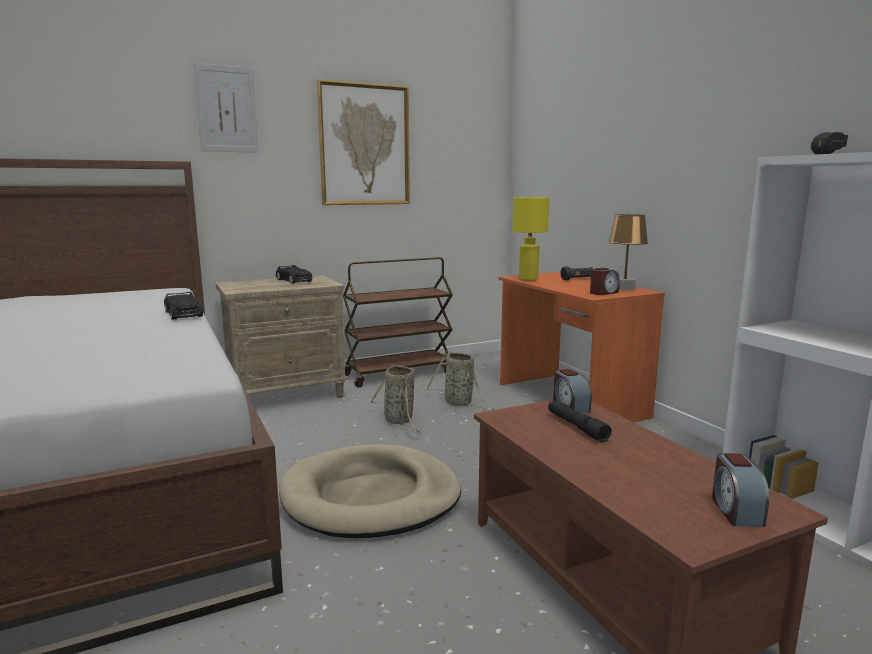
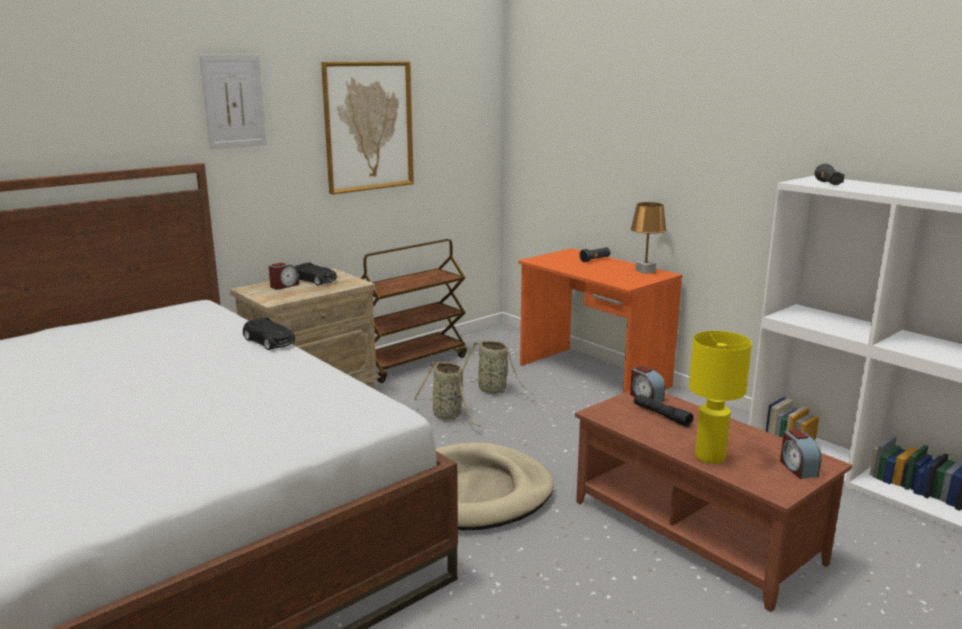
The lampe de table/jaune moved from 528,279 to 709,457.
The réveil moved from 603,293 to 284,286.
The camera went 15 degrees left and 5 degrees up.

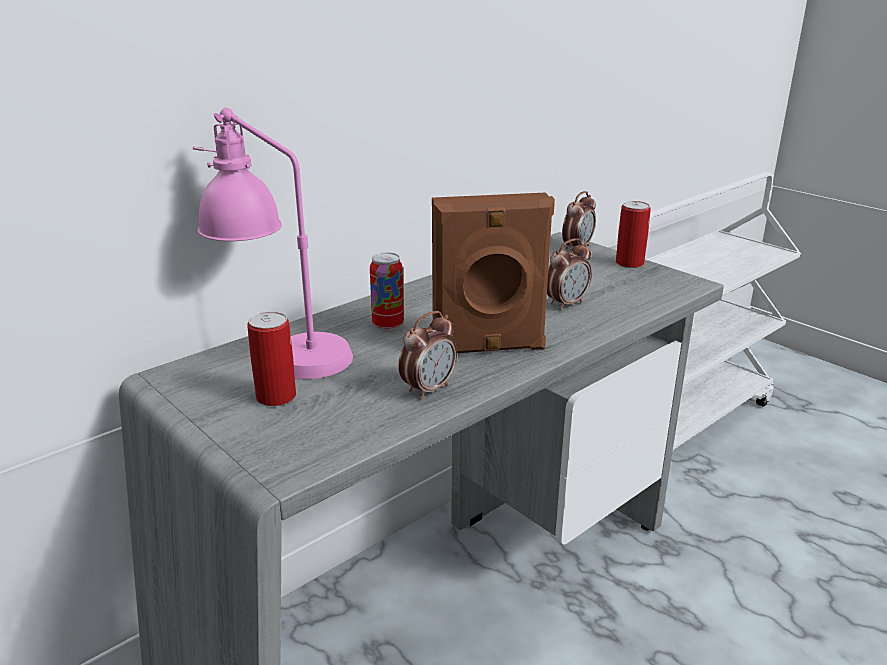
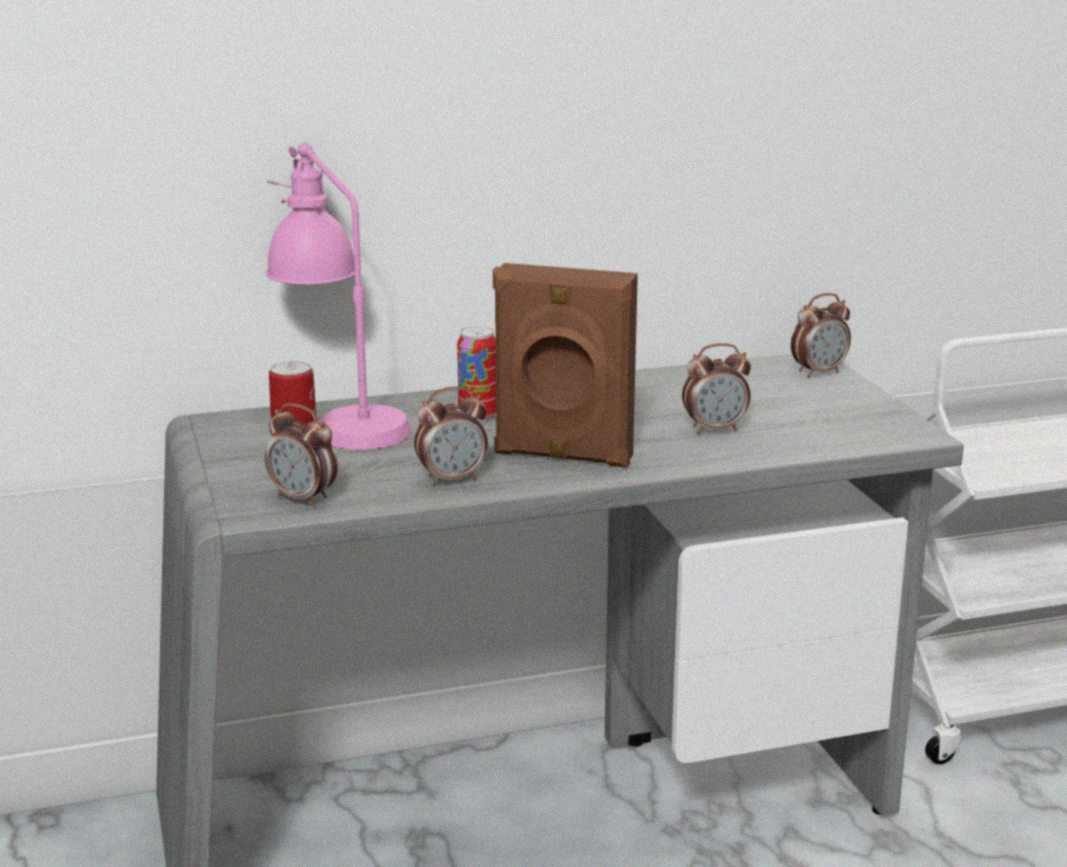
The boîte métallique at 629,263 disappeared.
The réveil at 303,499 appeared.
The camera went 25 degrees right and 5 degrees down.

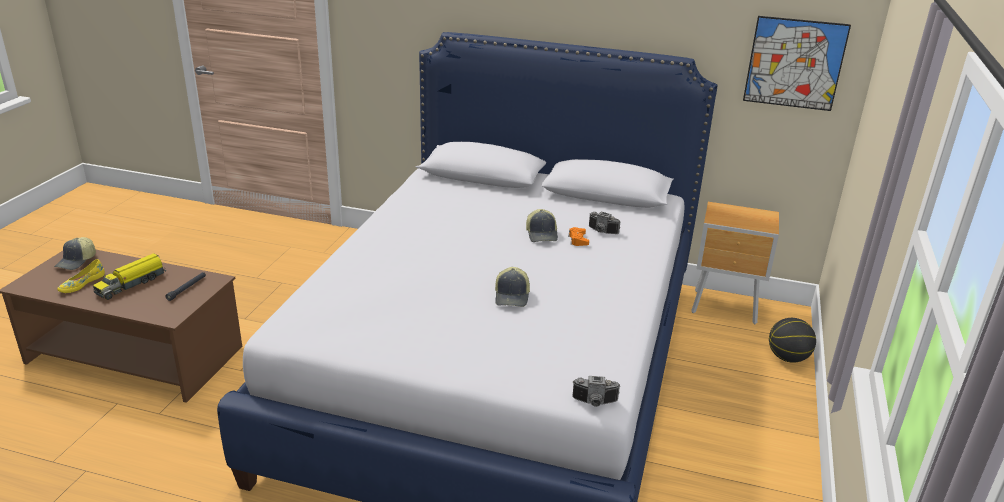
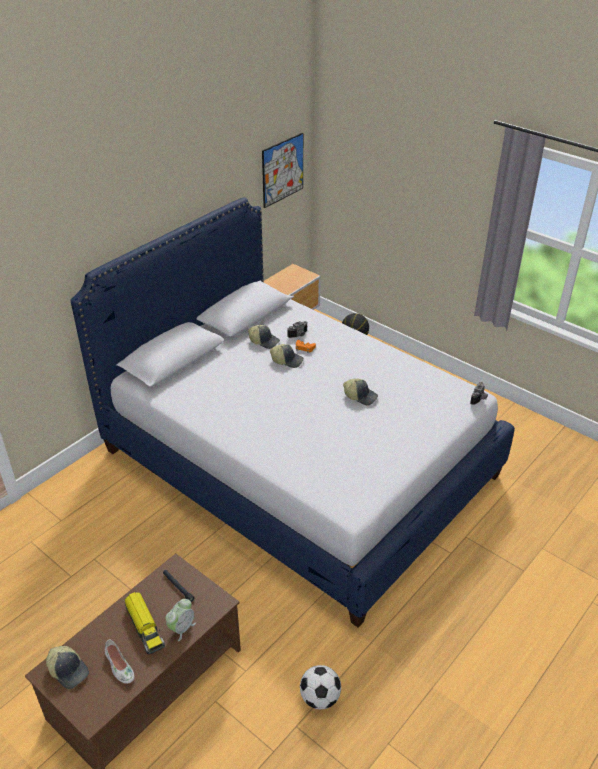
The chaussure/jaune at 81,283 became the chaussure/blanc at 119,666.
The réveil at 181,628 appeared.
The casquette at 264,341 appeared.
The ballon de foot at 319,698 appeared.
The camera went 65 degrees left and 10 degrees up.

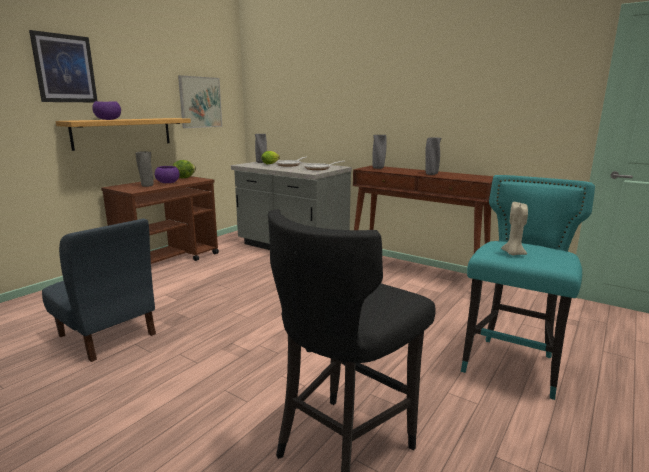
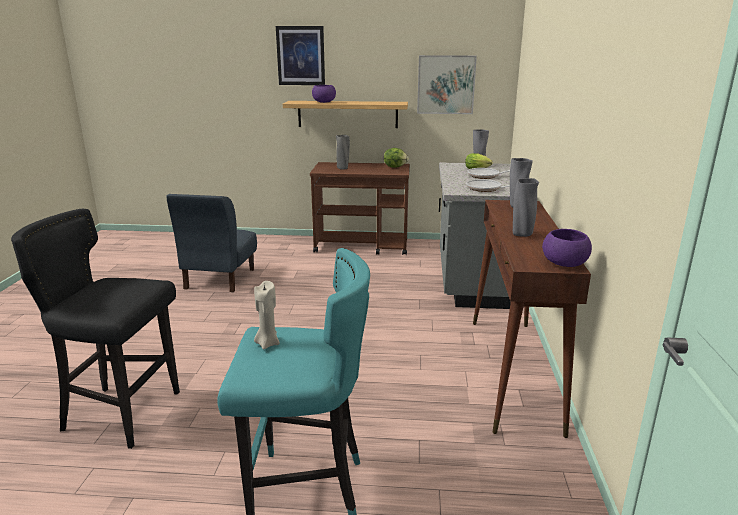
The bol/violet moved from 168,183 to 564,264.
The camera went 60 degrees right and 5 degrees up.

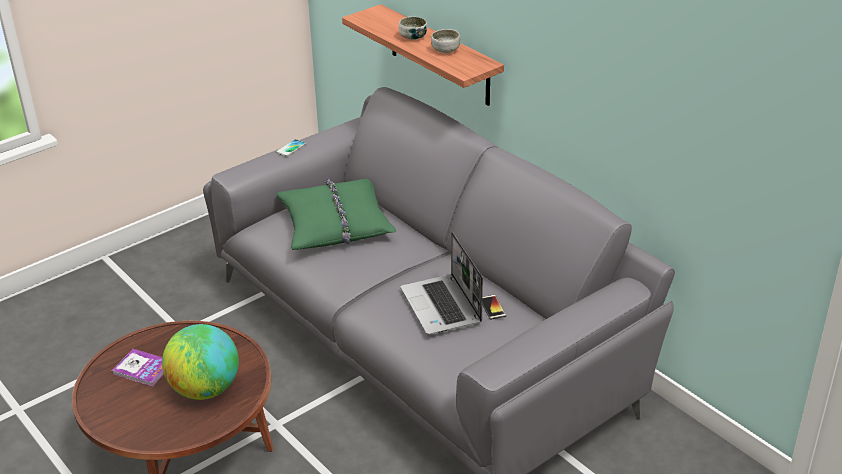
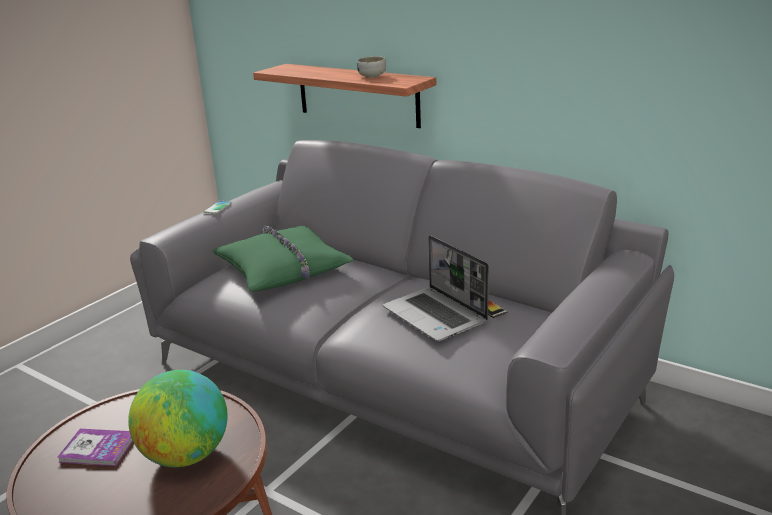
The bol at 413,37 disappeared.
The camera went 15 degrees left and 10 degrees down.

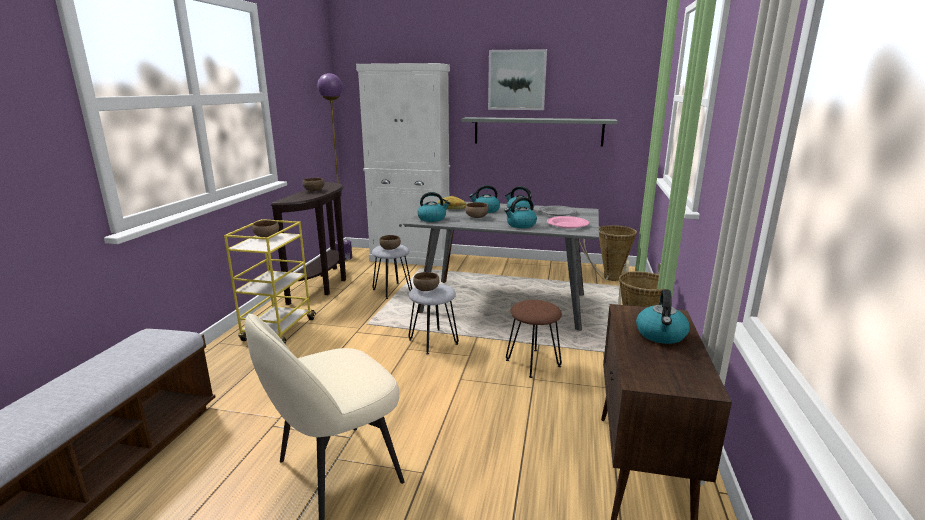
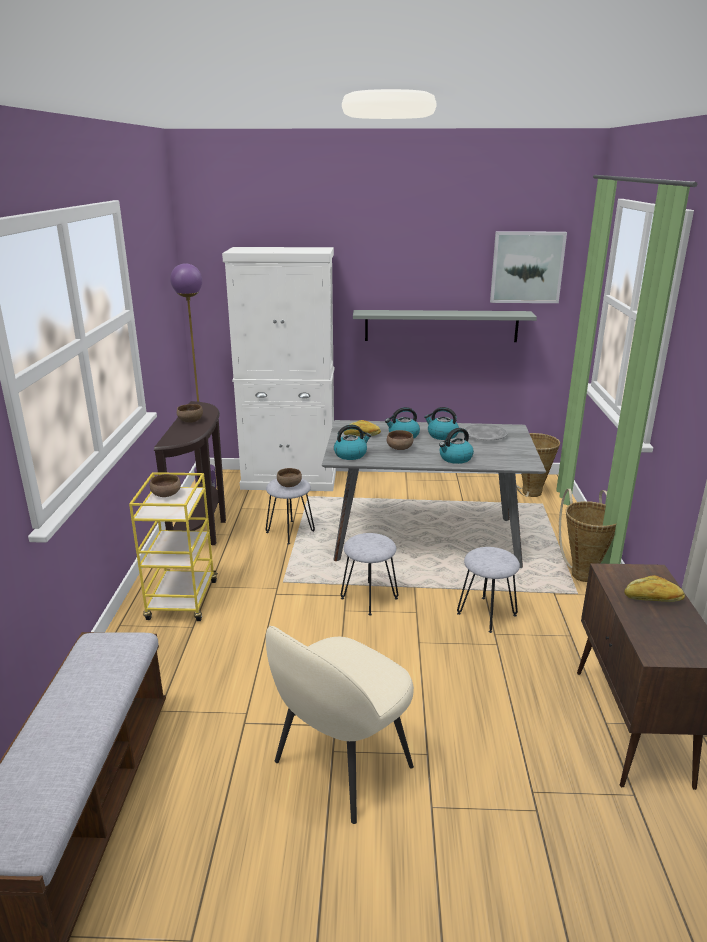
The bol/marron at 426,289 disappeared.
The tableau moved from 517,80 to 527,267.
The tabouret/marron at 532,363 became the tabouret/gris at 486,614.
The assiette/rose at 568,225 disappeared.
The bouilloire at 661,335 was replaced by the pain at 653,599.
The camera went 10 degrees left and 5 degrees up.

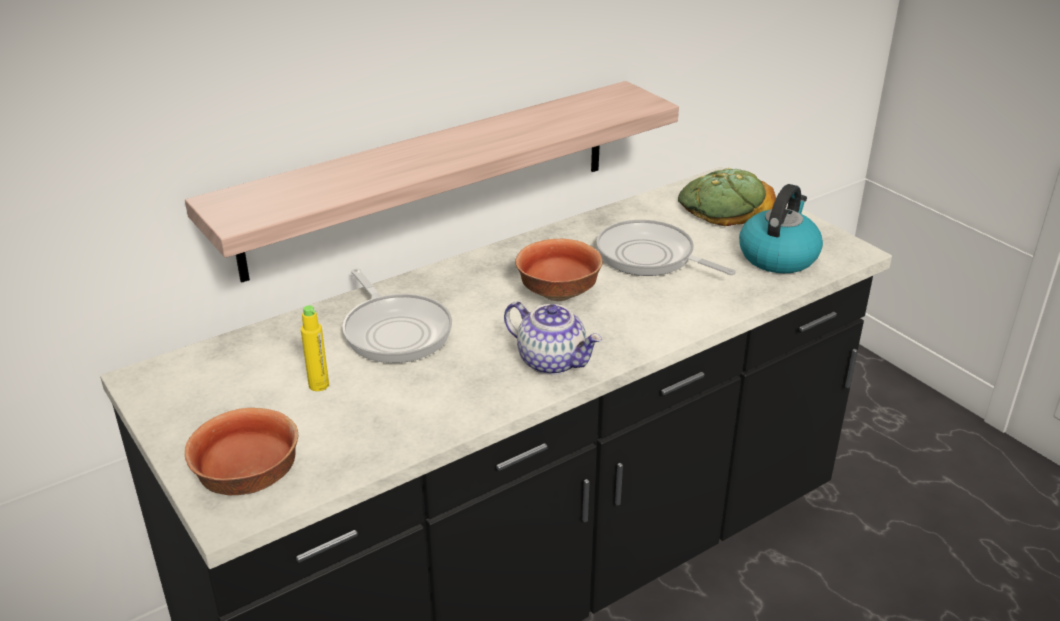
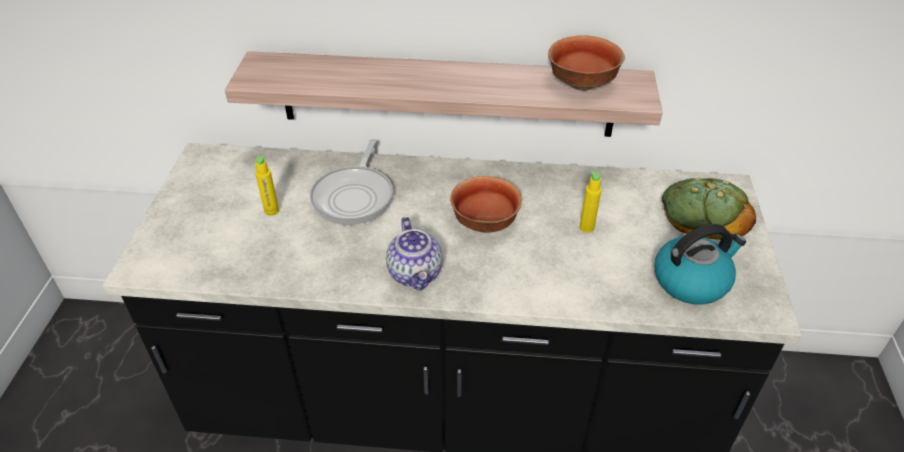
The bol moved from 249,482 to 581,84.
The poêle at 650,257 was replaced by the bouteille/jaune at 586,227.
The camera went 40 degrees right and 10 degrees up.

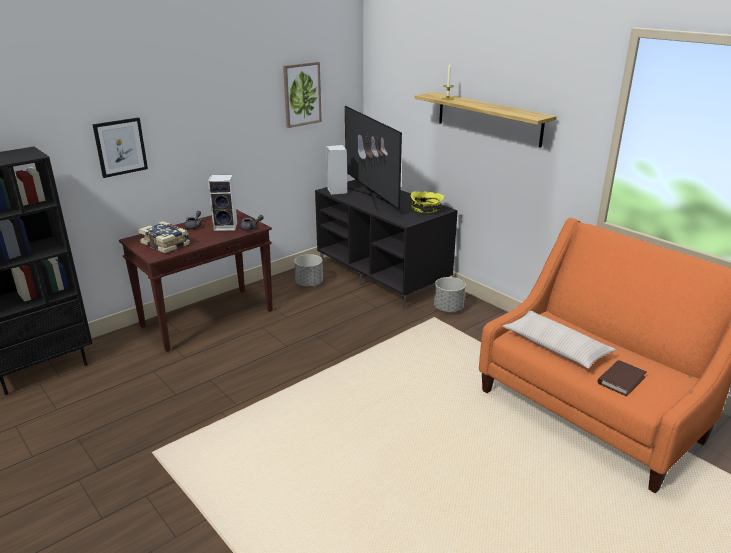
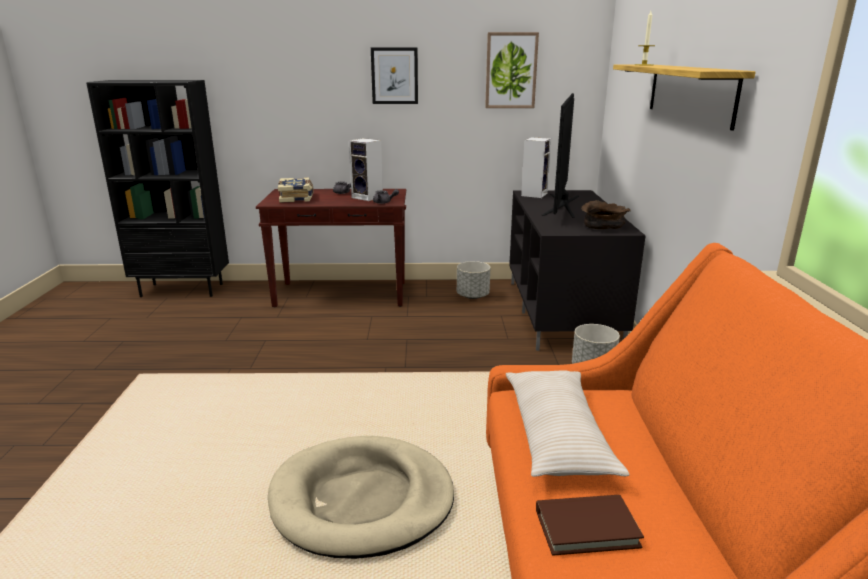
The tableau moved from 120,147 to 394,76.
The bol/jaune at 426,210 became the bol/marron at 603,227.
The panier pour chien/beige at 362,500 appeared.
The camera went 40 degrees right and 5 degrees down.

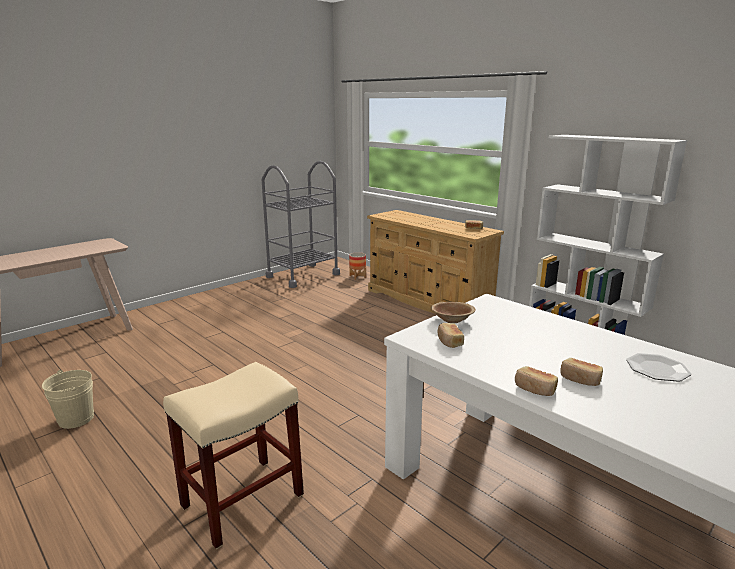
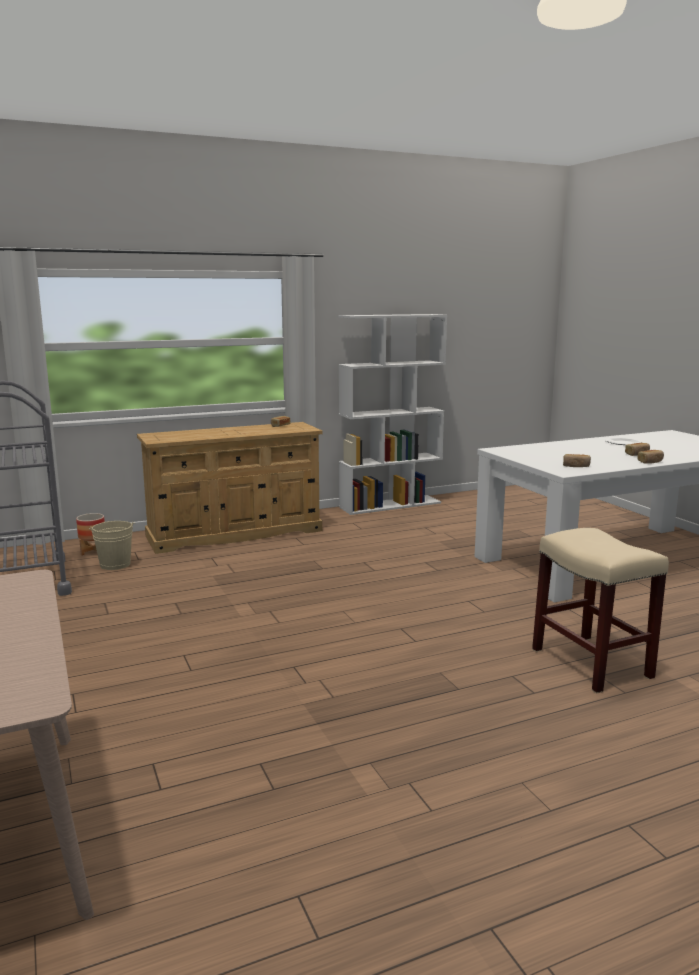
The seau/beige moved from 76,419 to 115,564.
The bol/marron at 452,320 disappeared.
The camera went 70 degrees left and 5 degrees down.

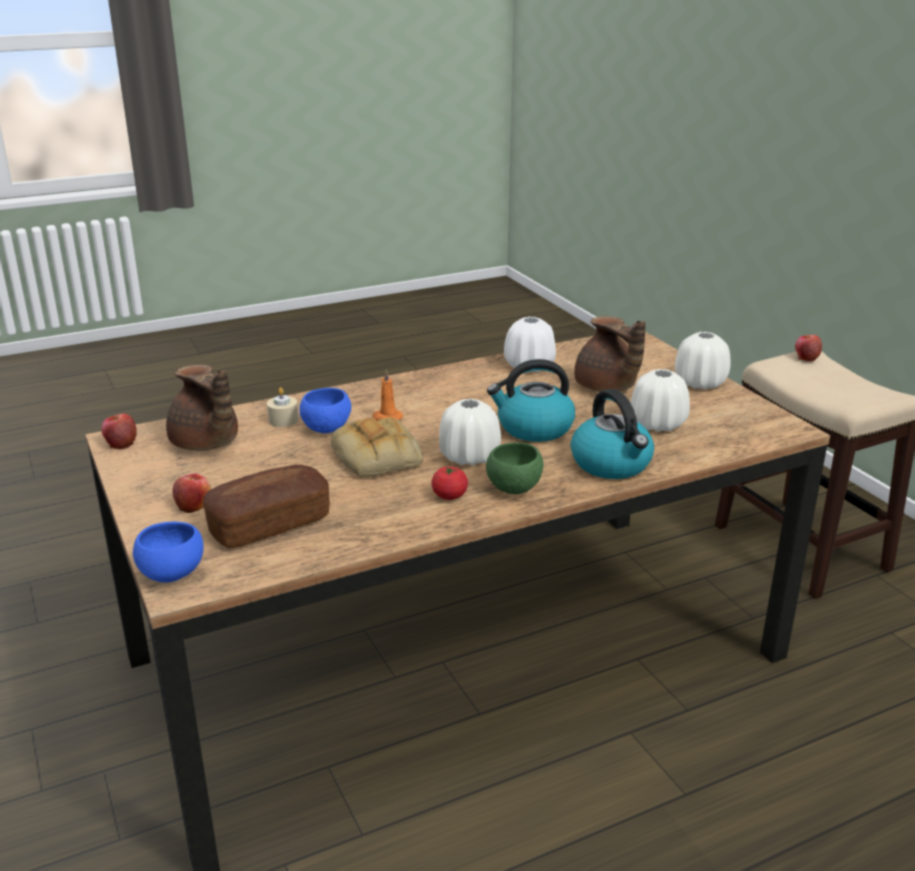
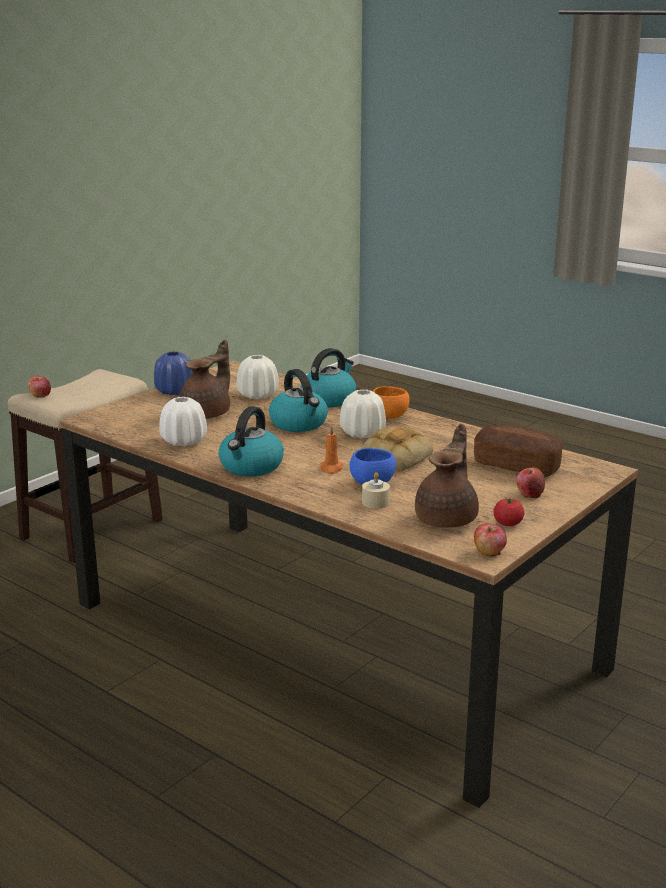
The bol/bleu at 172,574 disappeared.
The tomate moved from 449,496 to 508,523.
The bol/vert at 513,488 became the bol/orange at 389,416.
The vase/blanc at 700,383 became the vase/bleu at 175,391.
The bouilloire at 251,467 appeared.
The camera went 115 degrees left and 5 degrees down.

